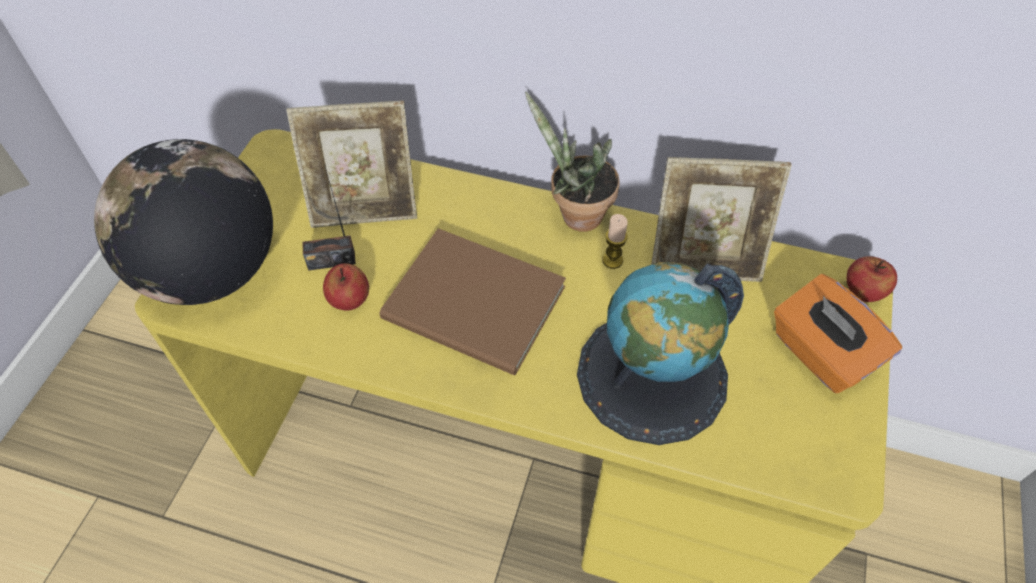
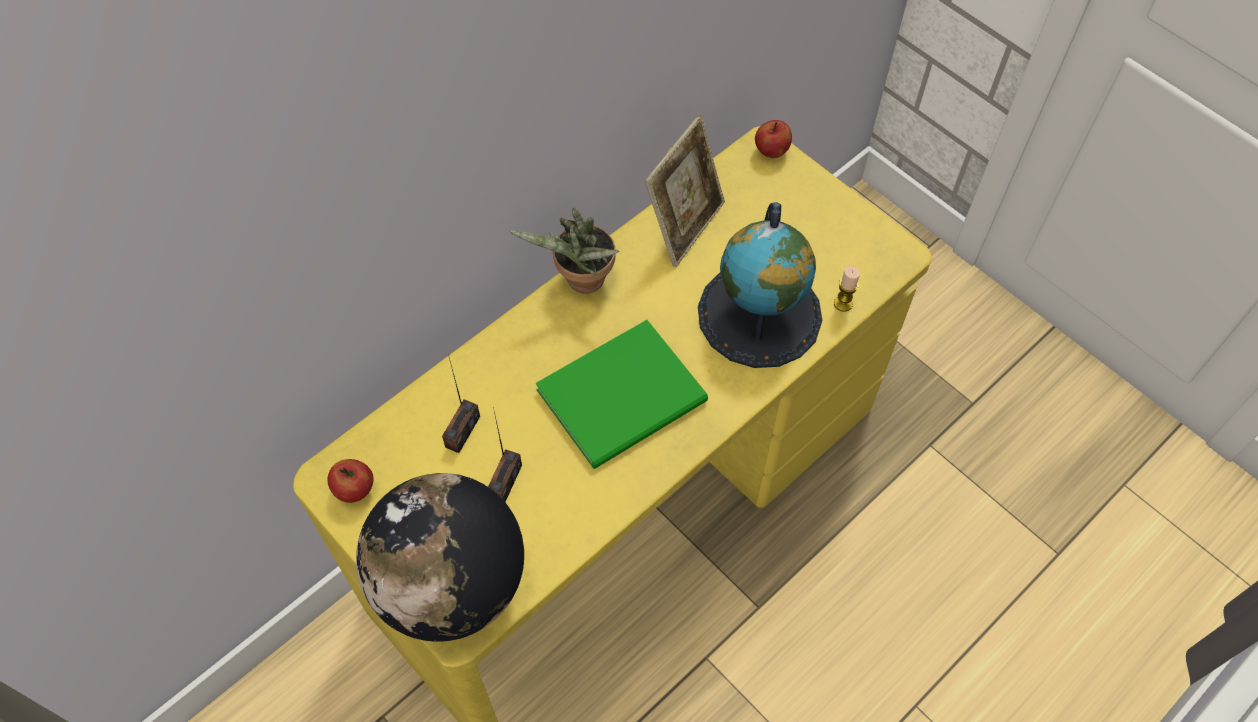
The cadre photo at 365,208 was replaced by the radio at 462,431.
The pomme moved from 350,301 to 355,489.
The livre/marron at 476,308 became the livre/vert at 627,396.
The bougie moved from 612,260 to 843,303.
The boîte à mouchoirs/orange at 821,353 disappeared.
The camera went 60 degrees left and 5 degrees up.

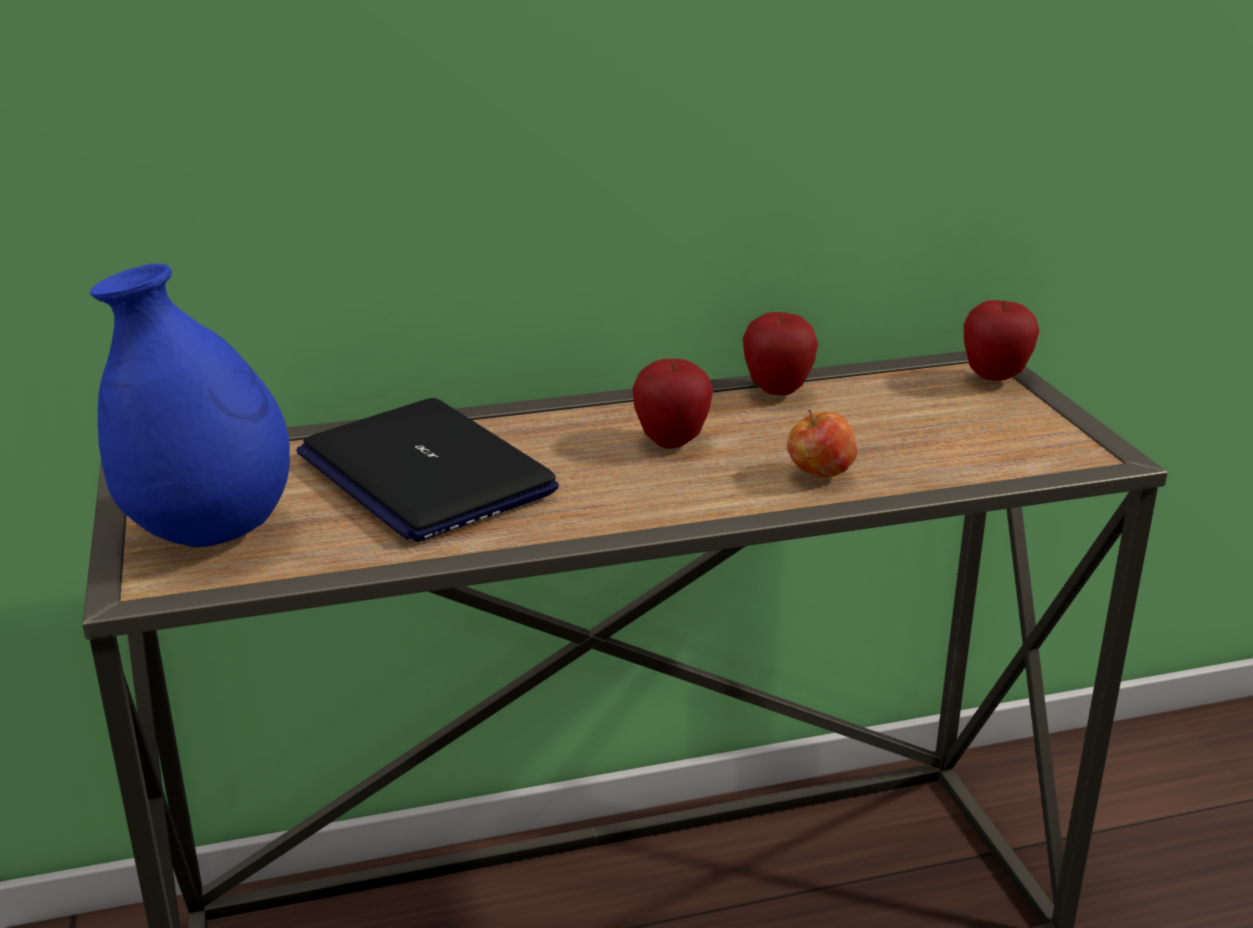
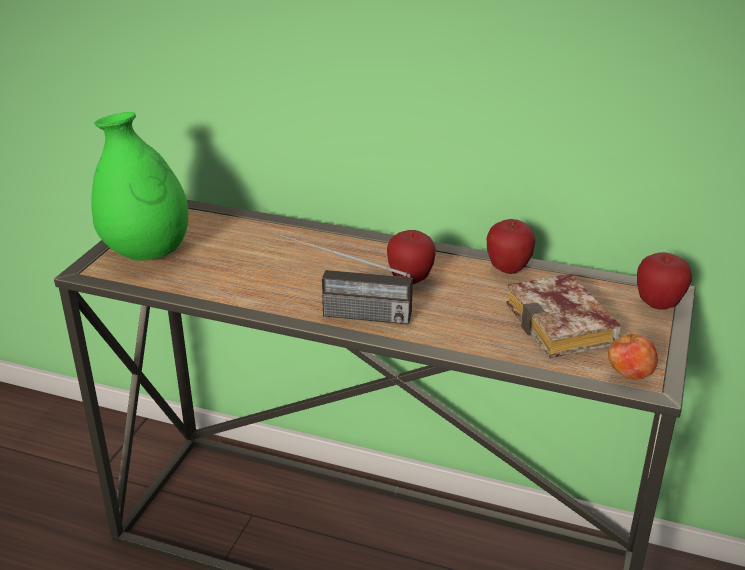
The vase/bleu at 209,533 became the vase/vert at 147,253.
The ordinateur portable at 424,473 disappeared.
The pomme moved from 819,475 to 629,375.
The radio at 343,313 appeared.
The livre at 565,326 appeared.
The camera went 35 degrees right and 5 degrees up.

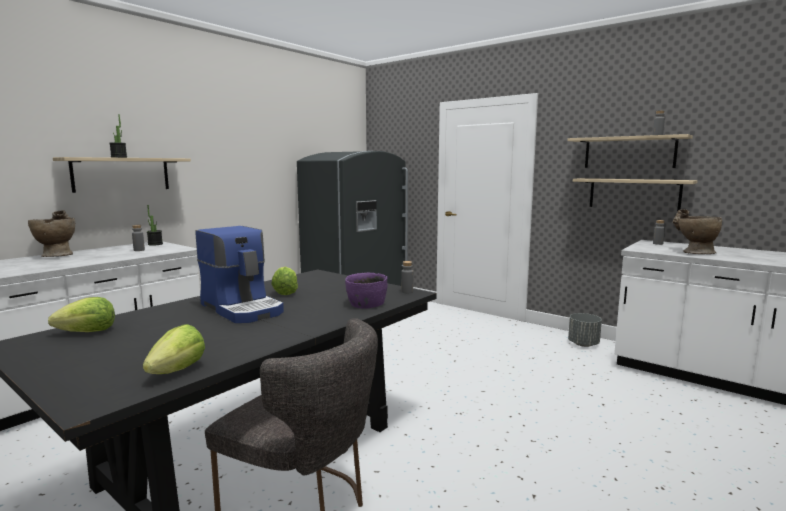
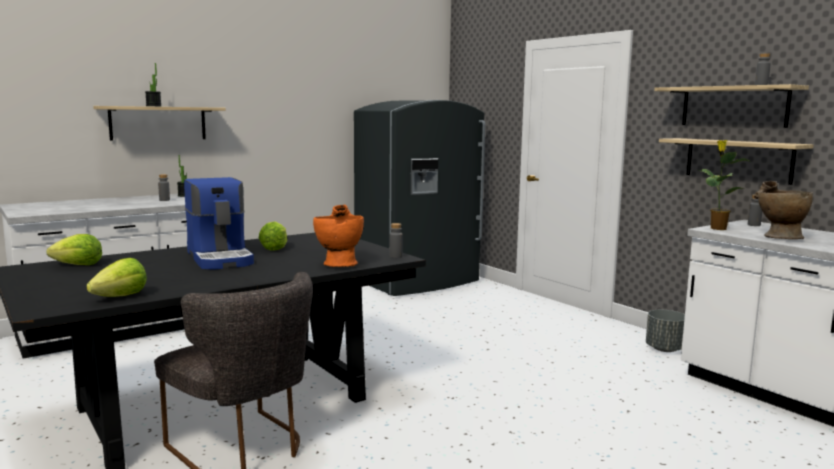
The vase/beige at 58,255 disappeared.
The bol/violet at 366,304 was replaced by the vase/orange at 339,263.
The plante en pot at 717,228 appeared.
The camera went 15 degrees right and 0 degrees up.

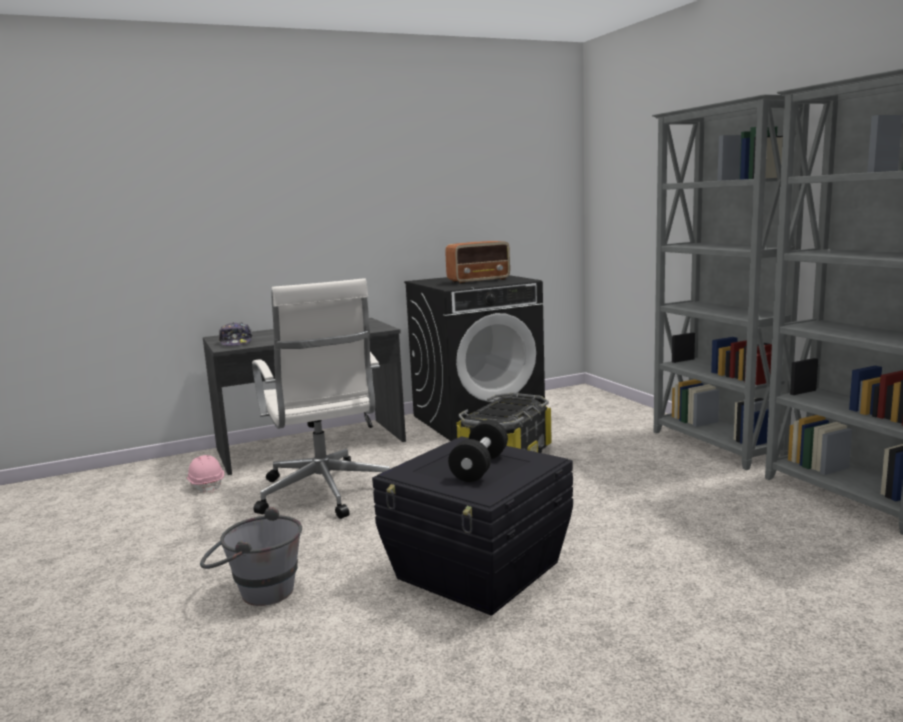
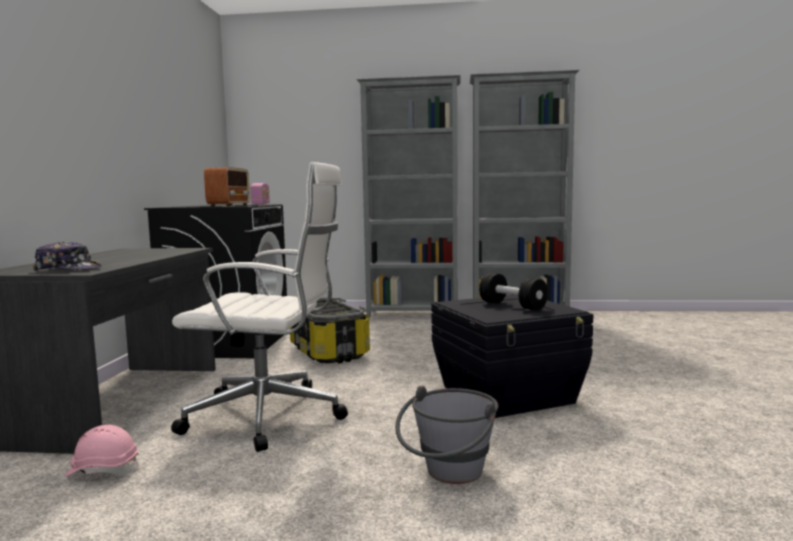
The radio at 260,204 appeared.
The camera went 60 degrees left and 5 degrees down.

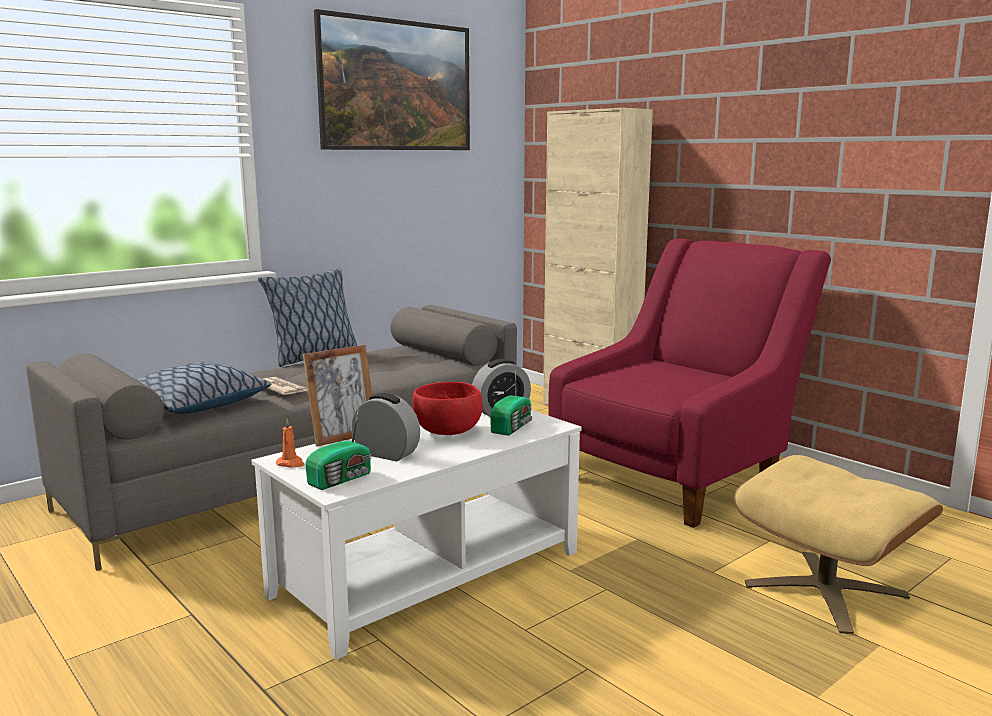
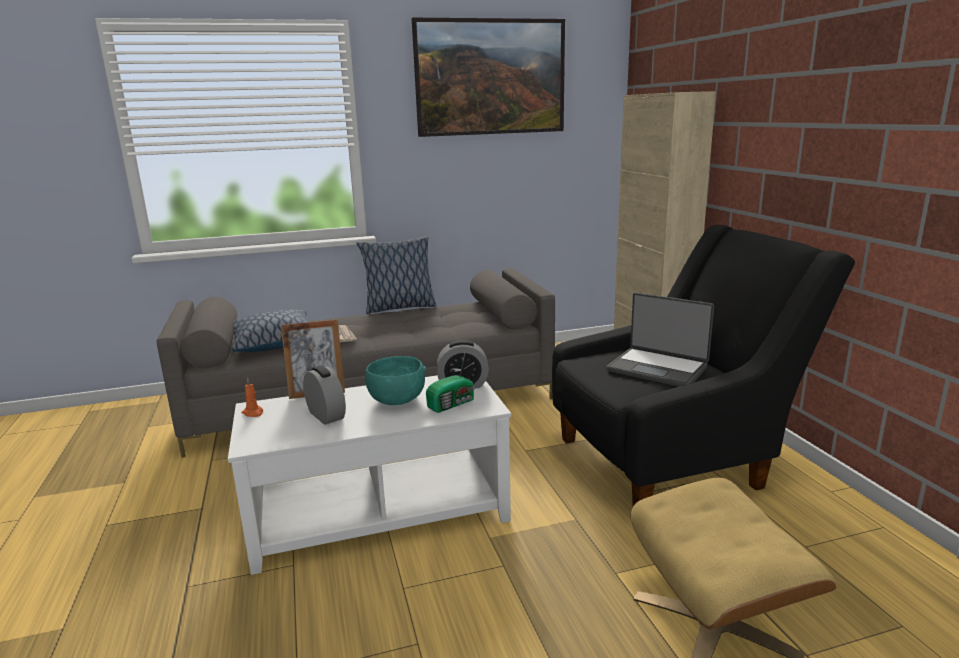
The radio at 342,479 disappeared.
The bol/rouge at 448,432 became the bol/turquoise at 397,400.
The fauteuil/rouge at 678,476 became the fauteuil/noir at 673,459.
The ordinateur portable at 658,368 appeared.
The camera went 25 degrees right and 5 degrees up.

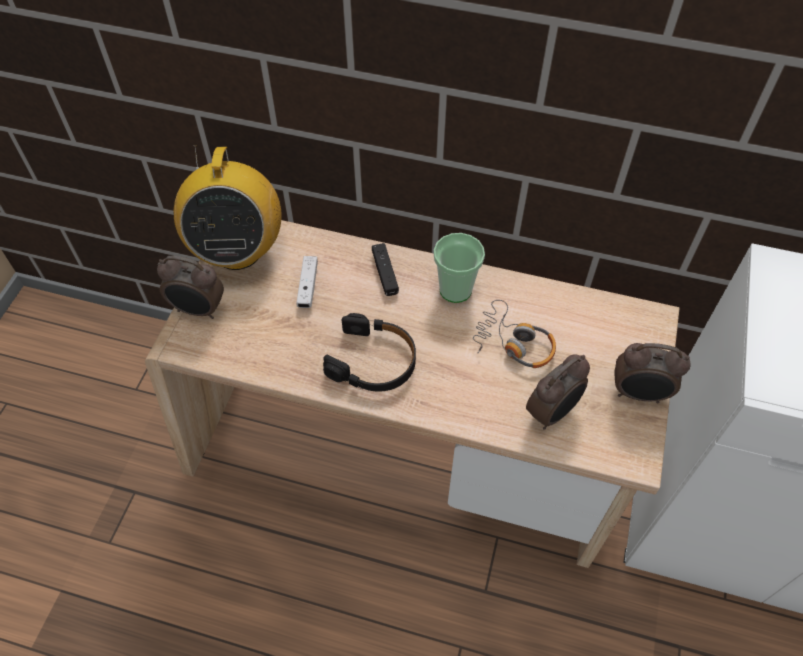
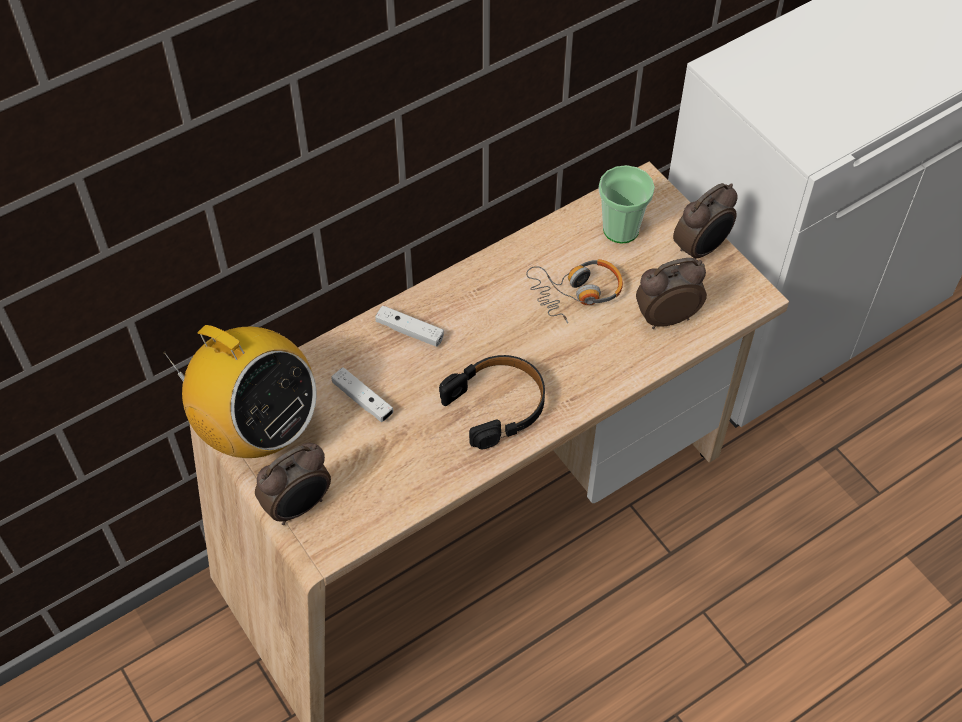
The manette/noir at 385,273 became the manette/blanc at 409,331.
The tasse moved from 455,289 to 621,229.
The réveil at 552,412 turned 105 degrees counterclockwise.
The camera went 50 degrees left and 0 degrees up.

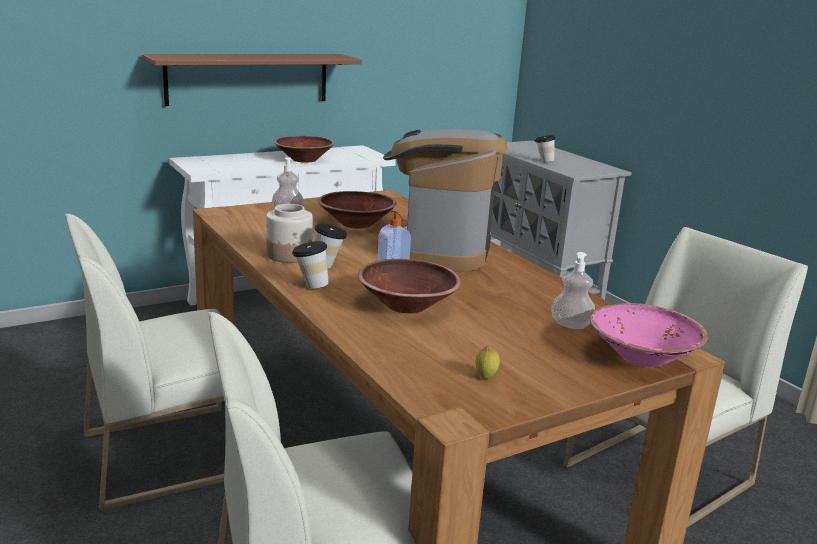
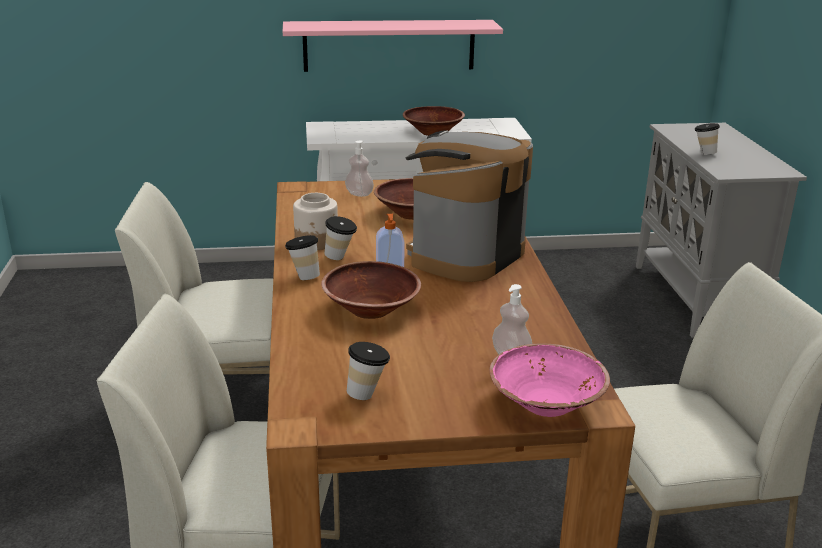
The étagère/marron at 248,78 became the étagère/rose at 389,45.
The citron at 485,377 was replaced by the tasse at 368,394.
The camera went 25 degrees right and 5 degrees up.

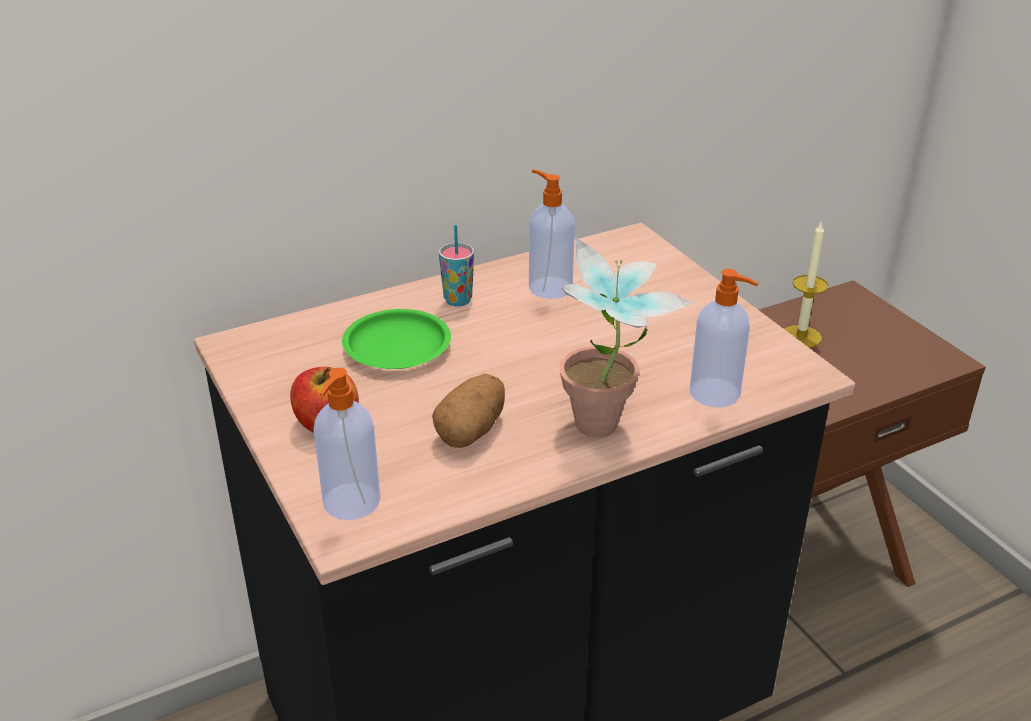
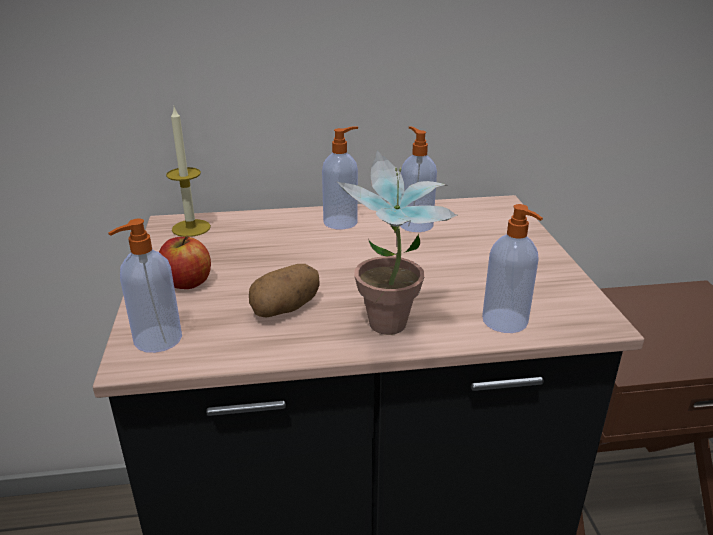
The assiette/vert at 397,346 disappeared.
The tasse at 458,300 was replaced by the distributeur de savon at 341,222.
The bougie moved from 801,336 to 191,228.
The camera went 20 degrees right and 5 degrees down.

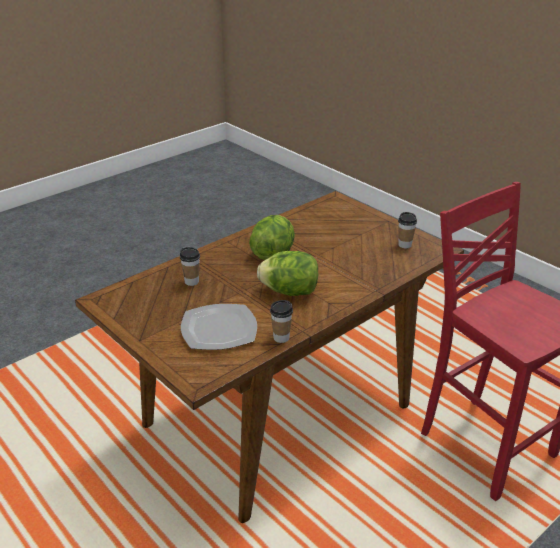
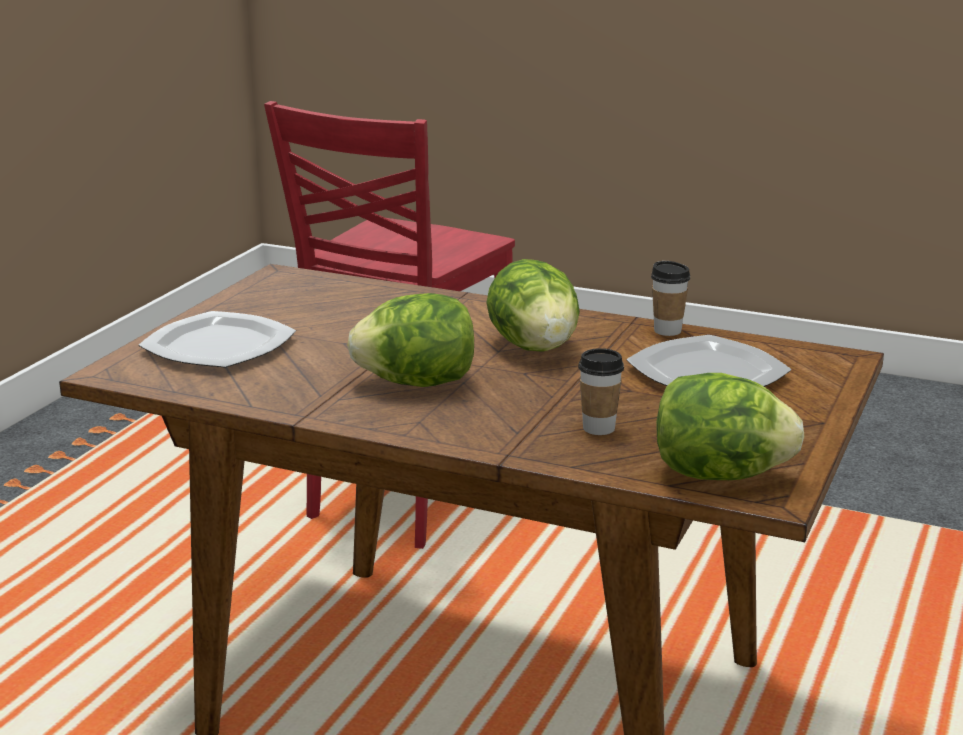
The tasse at 405,245 disappeared.
The assiette at 217,346 appeared.
The laitue at 719,475 appeared.
The camera went 115 degrees left and 10 degrees down.

